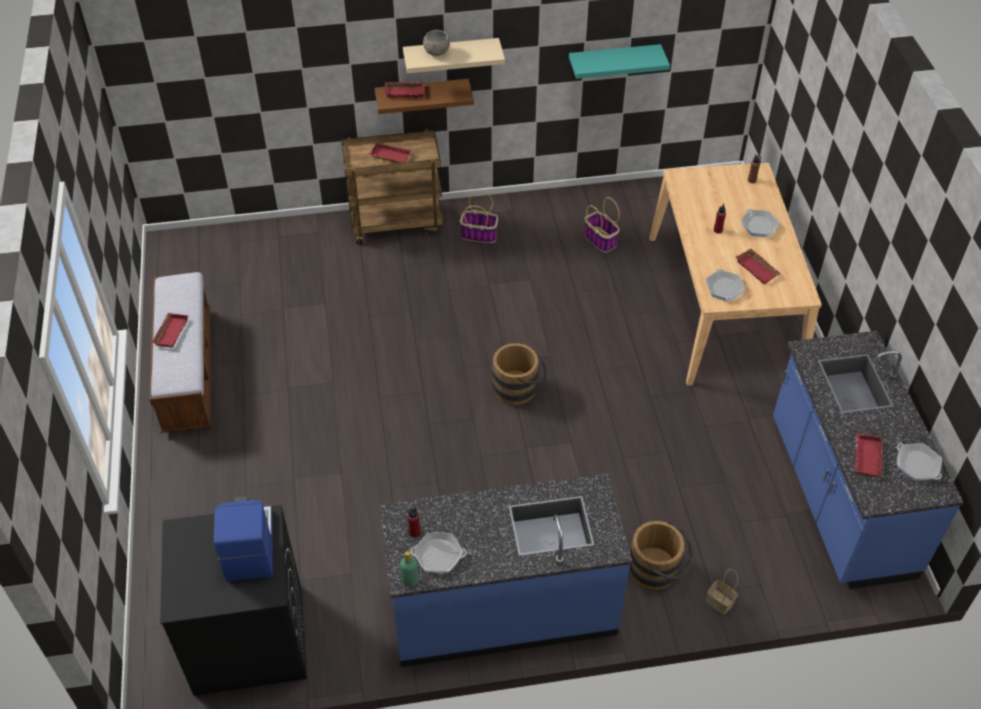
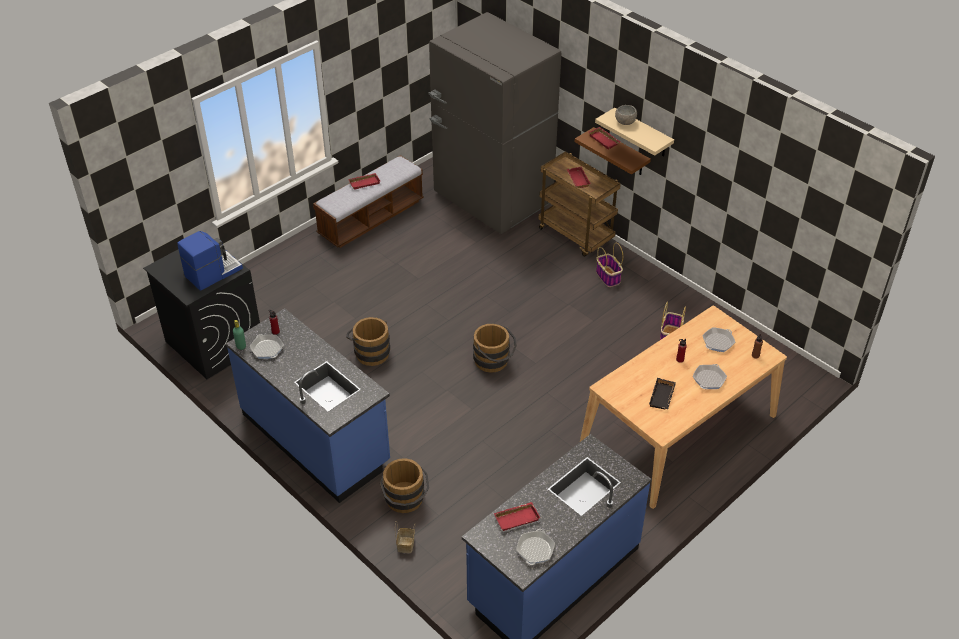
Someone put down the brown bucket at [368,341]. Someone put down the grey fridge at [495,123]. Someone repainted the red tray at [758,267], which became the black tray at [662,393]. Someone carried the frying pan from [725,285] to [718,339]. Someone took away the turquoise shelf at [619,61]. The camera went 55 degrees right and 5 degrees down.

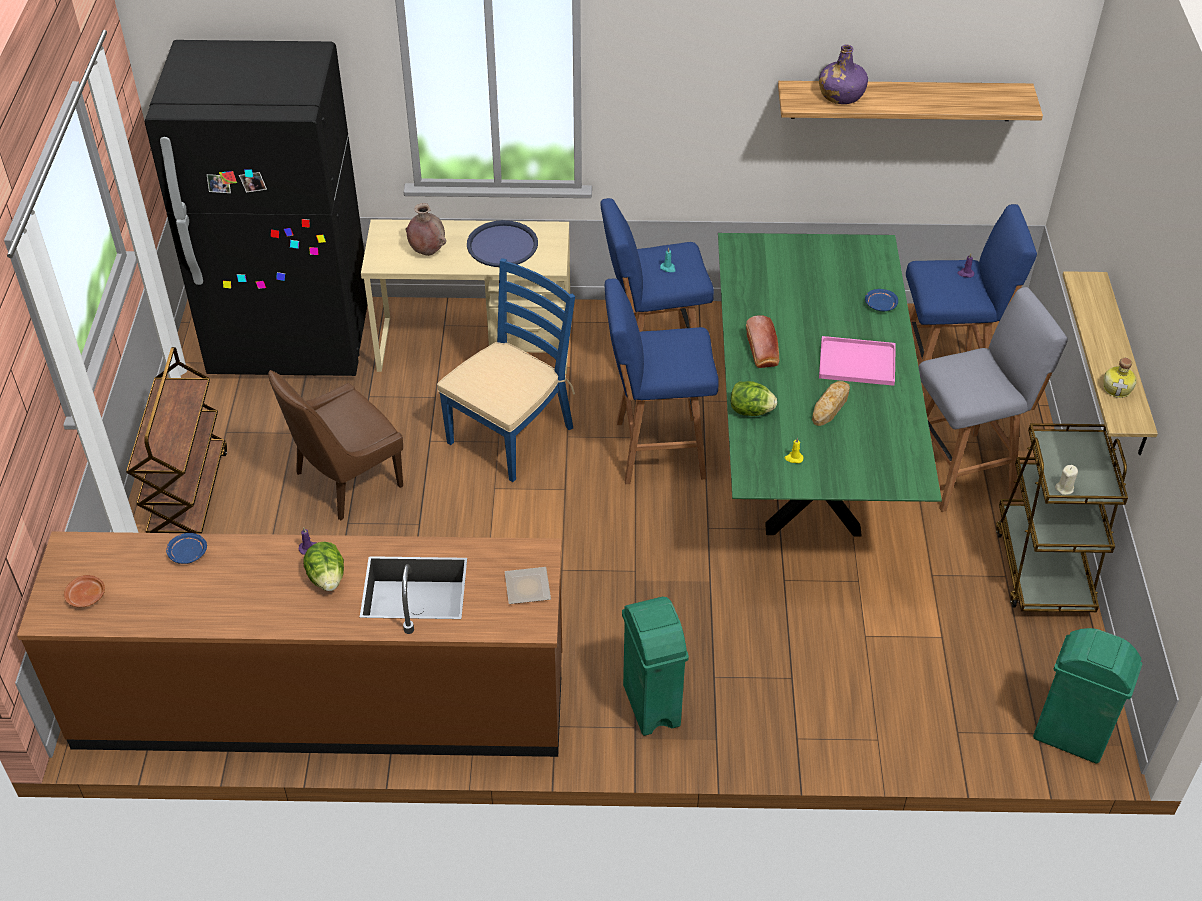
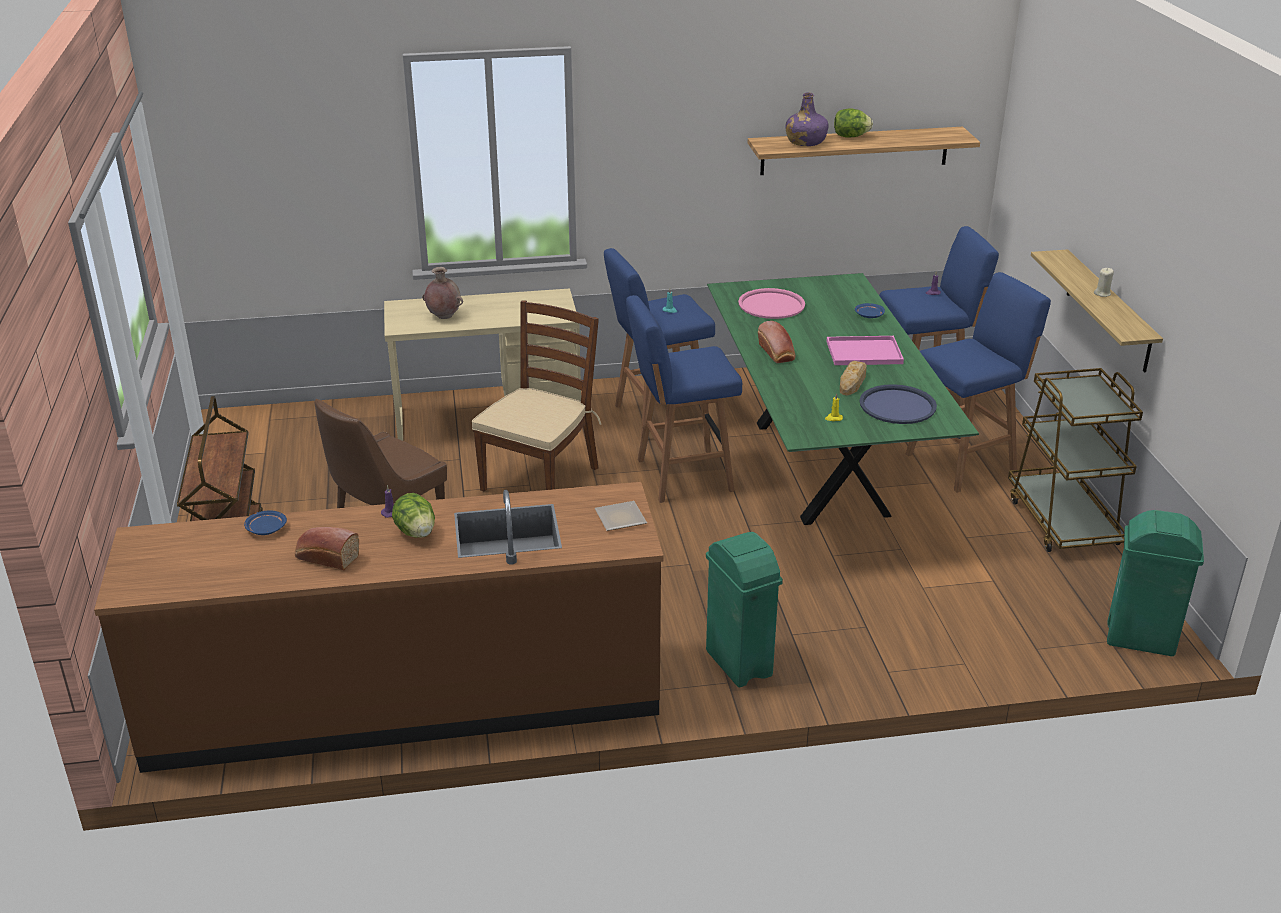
Someone put down the bread at [327,548]. Someone repainted the blue chair at [506,370], which became the brown chair at [536,396]. Someone put down the pink tray at [771,303]. Someone carried the lettuce from [754,398] to [853,122]. Someone carried the blue tray from [502,243] to [898,404]. Someone repainted the grey stool at [993,399], which became the blue stool at [978,382]. Someone carried the beige candle from [1066,480] to [1104,282]. Someone took away the brown plate at [84,591]. Someone took away the black fridge at [256,208]. Someone took away the bottle at [1120,378]. The camera went 10 degrees left and 15 degrees down.

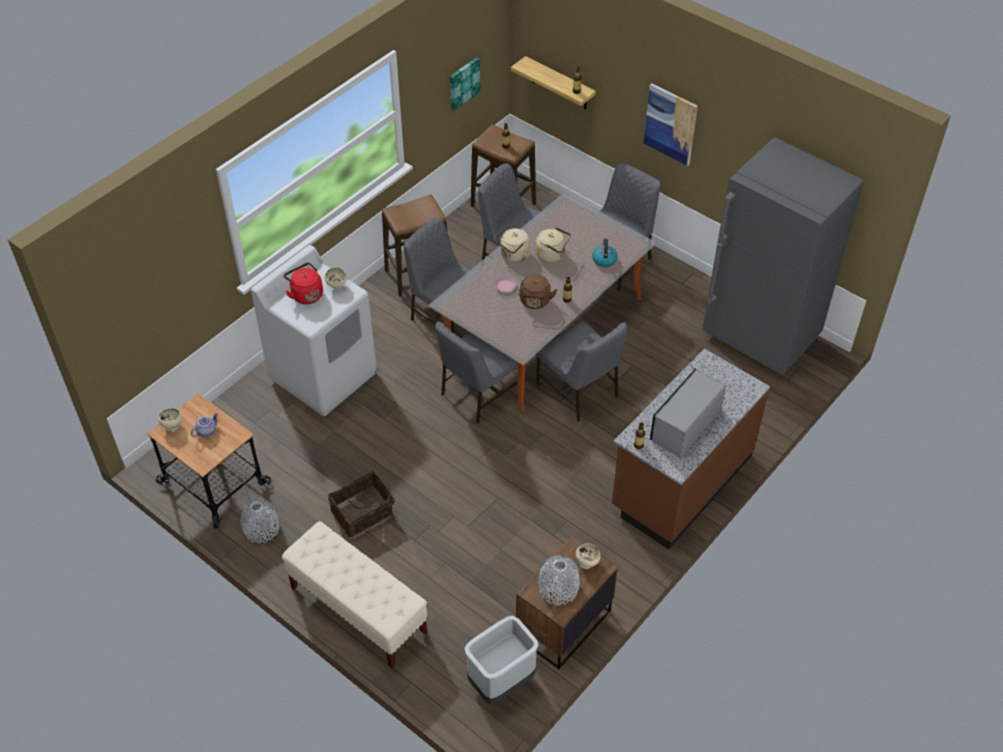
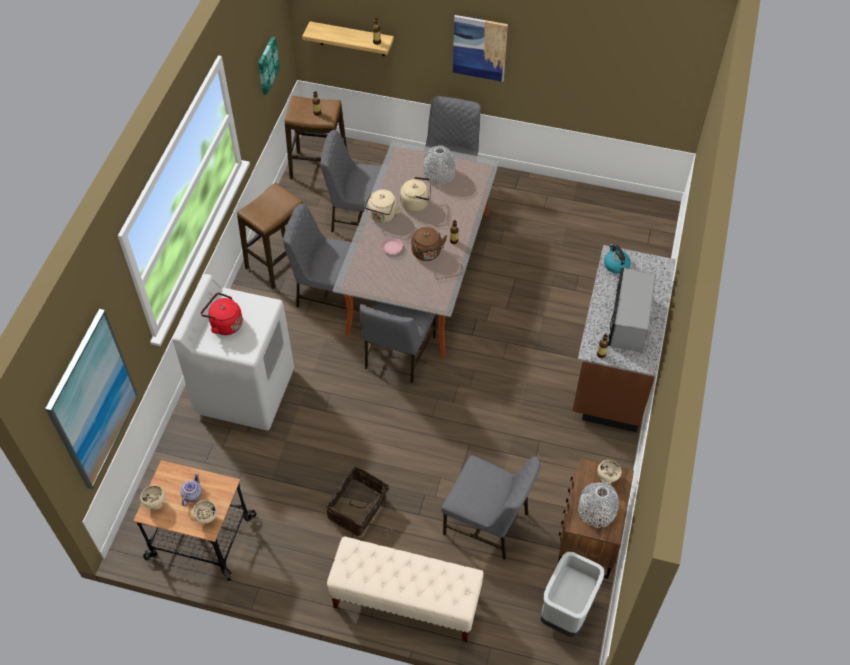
Someone put up the picture at [91,399]. Someone carried the beige bowl from [336,278] to [204,512]. Someone carried the grey vase from [260,521] to [439,165]. Someone carried the grey chair from [581,371] to [491,507]. Someone carried the kettle from [605,252] to [617,259]. Someone took away the grey fridge at [783,257]. The camera went 25 degrees left and 5 degrees up.

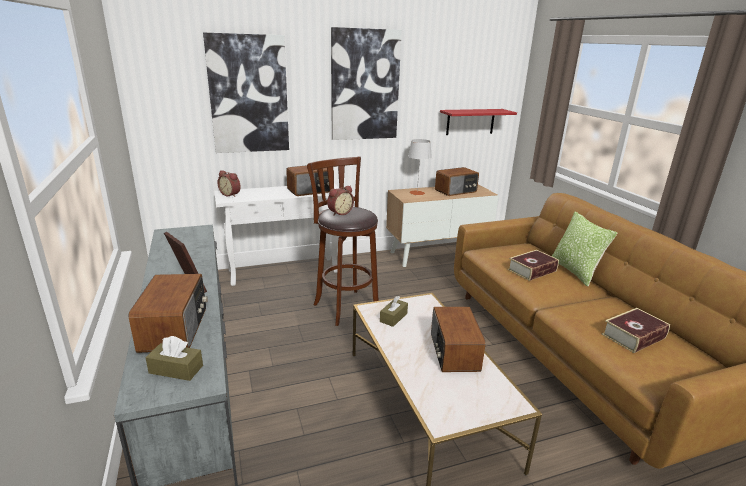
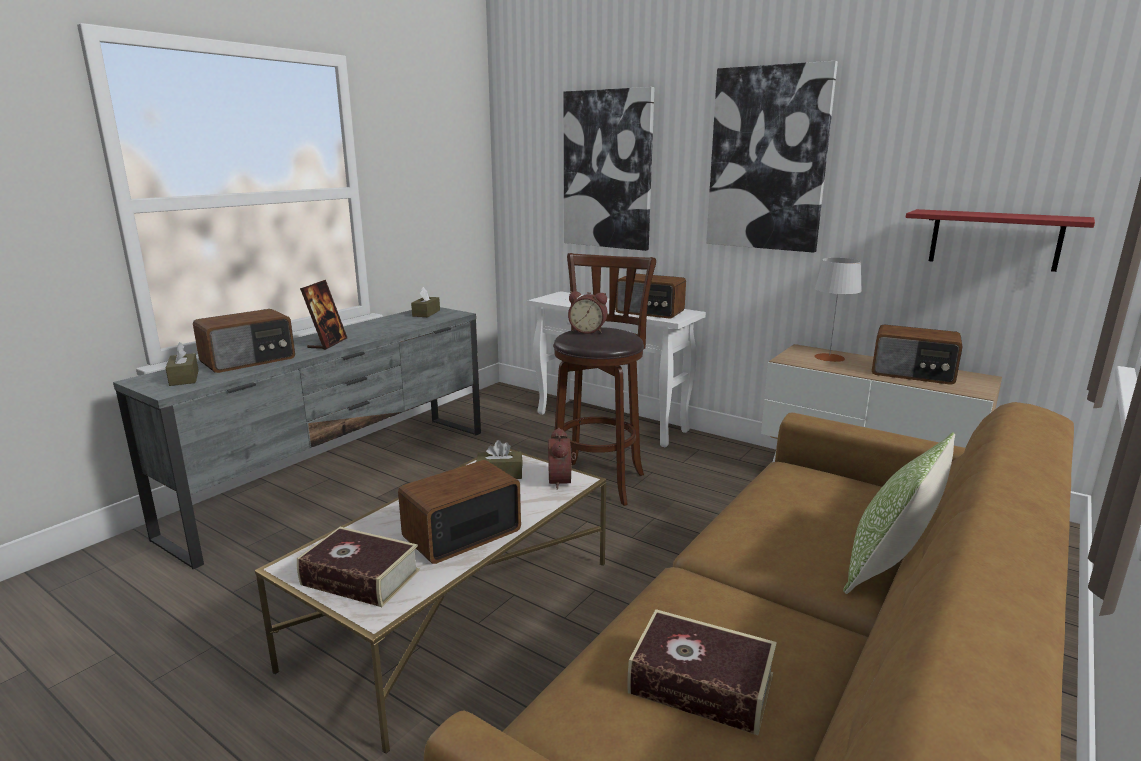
Someone carried the book from [533,265] to [358,567]. Someone put down the brown tissue box at [425,302]. Someone carried the alarm clock from [229,183] to [562,459]. The camera went 55 degrees right and 5 degrees down.

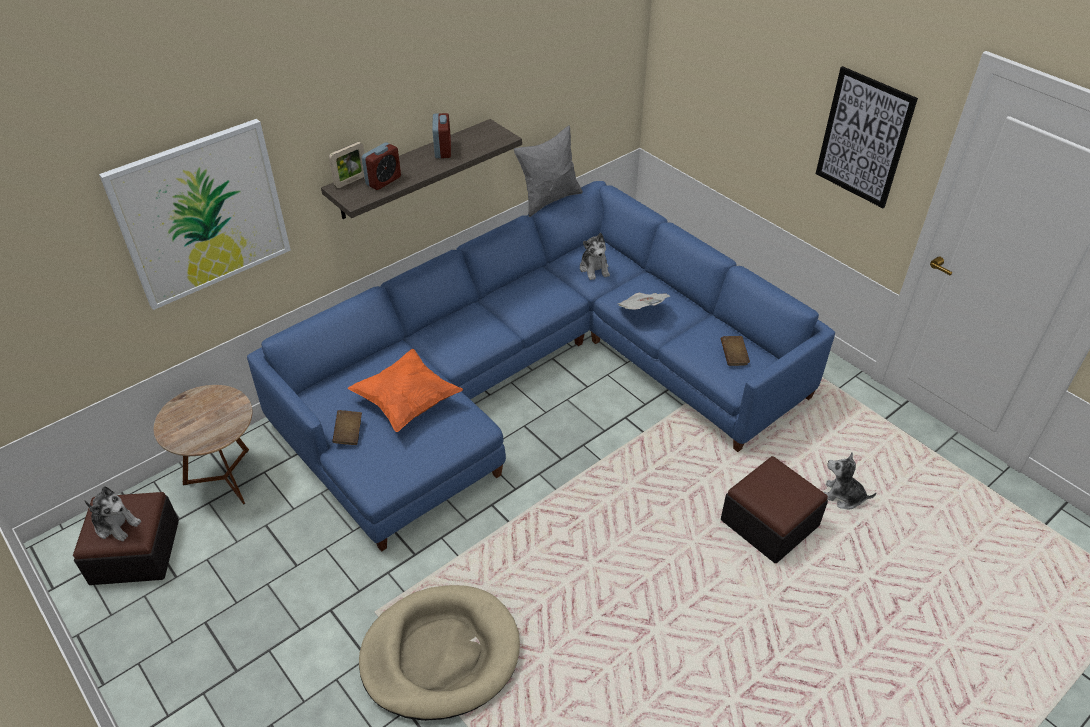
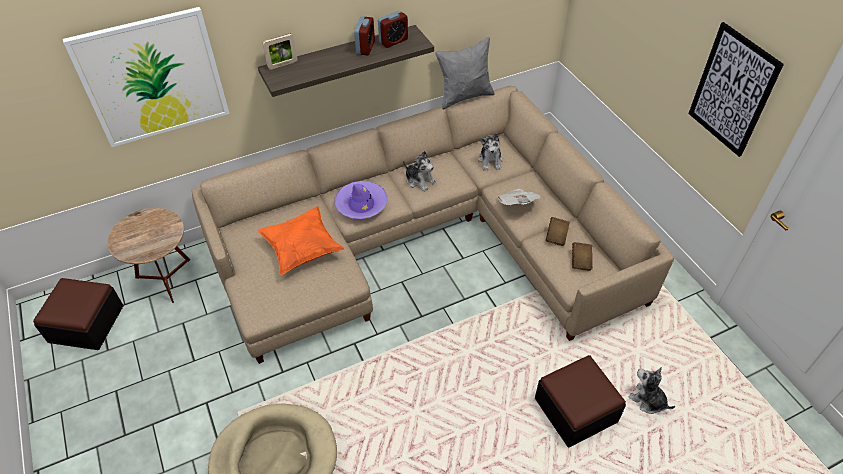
Someone repainted the blue sofa at [541,366], which became the beige sofa at [433,225]. Someone put down the purple hat at [361,200]. Someone carried the alarm clock from [381,166] to [393,29]. Someone carried the plush toy from [112,514] to [419,171]. Someone carried the brown book from [347,427] to [558,231]. The camera went 15 degrees right and 5 degrees up.

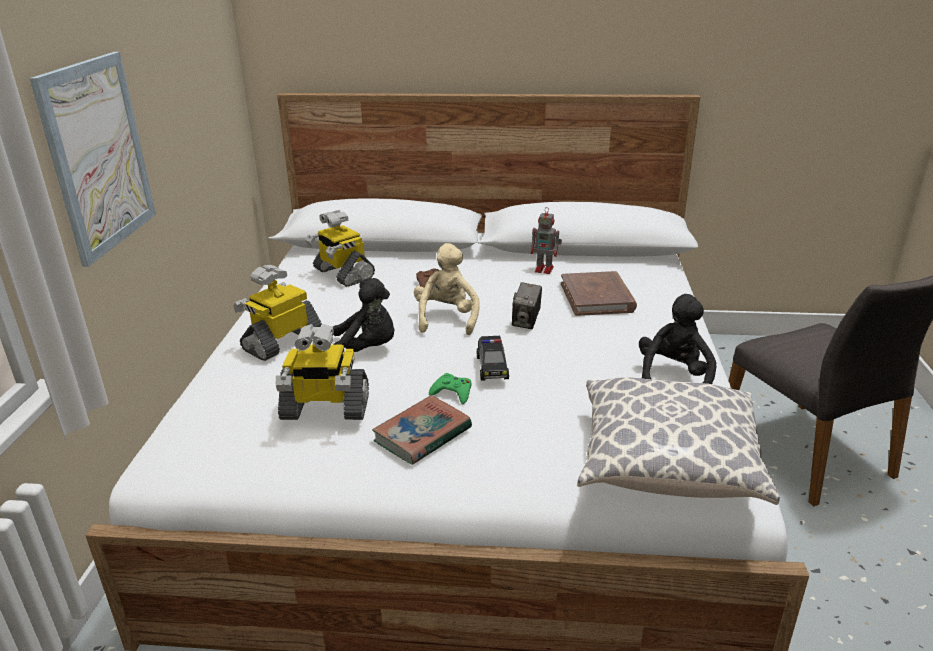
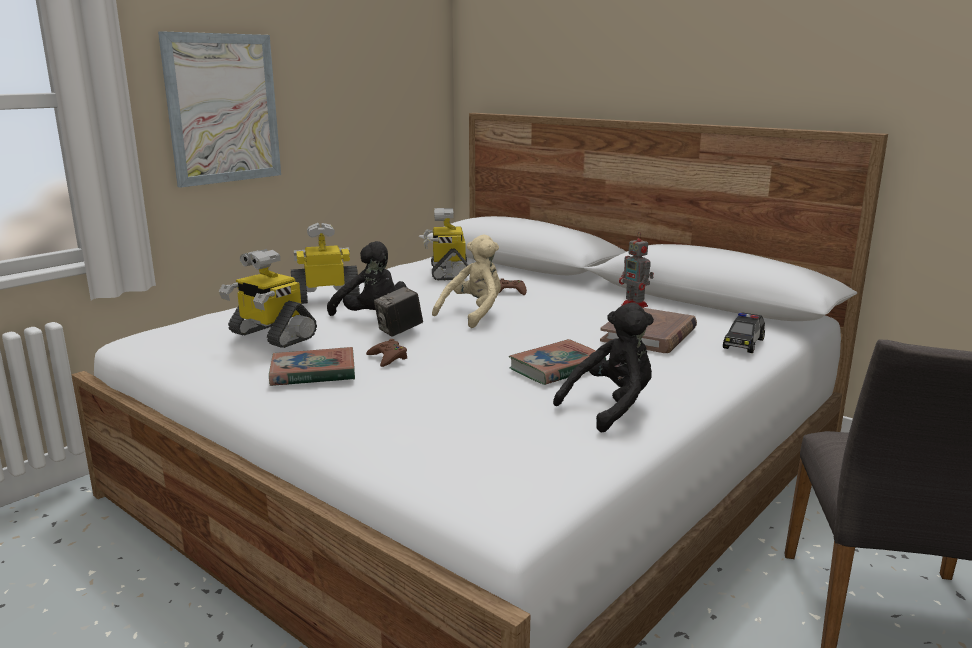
Someone repainted the green game controller at [450,388], which became the brown game controller at [386,353]. Someone carried the photo camera from [527,305] to [398,311]. Someone put down the book at [557,362]. Someone carried the toy car from [493,358] to [744,332]. Someone took away the pillow at [678,441]. The camera went 35 degrees right and 10 degrees down.

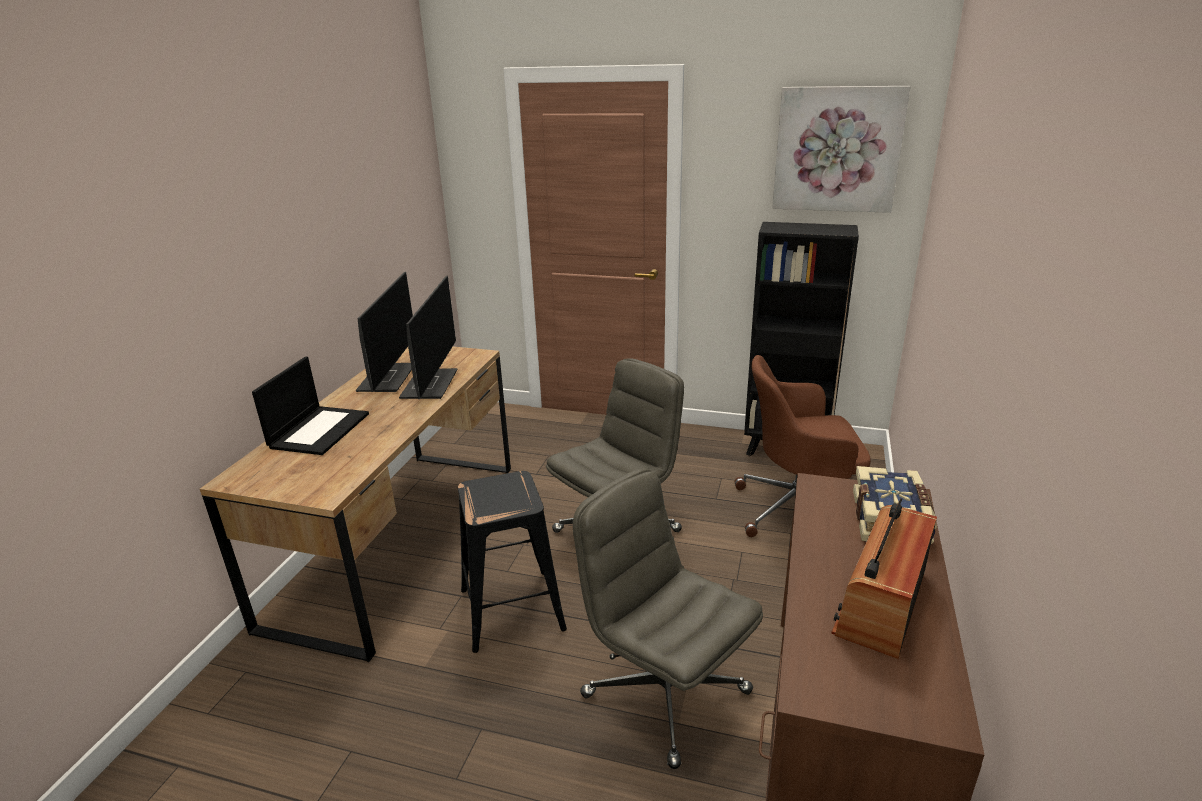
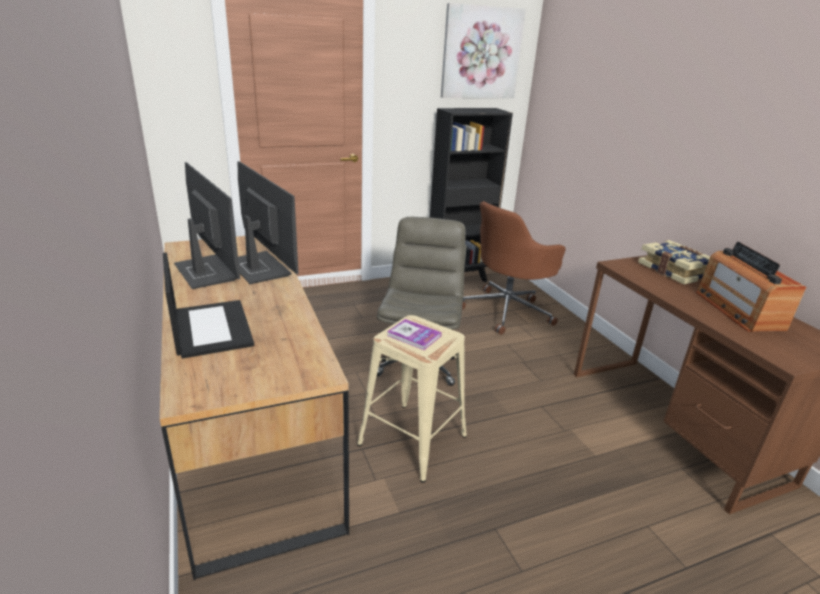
Someone repainted the black stool at [512,562], which became the beige stool at [412,399]. Someone put down the book at [414,334]. Someone took away the grey office chair at [668,618]. The camera went 40 degrees left and 0 degrees up.

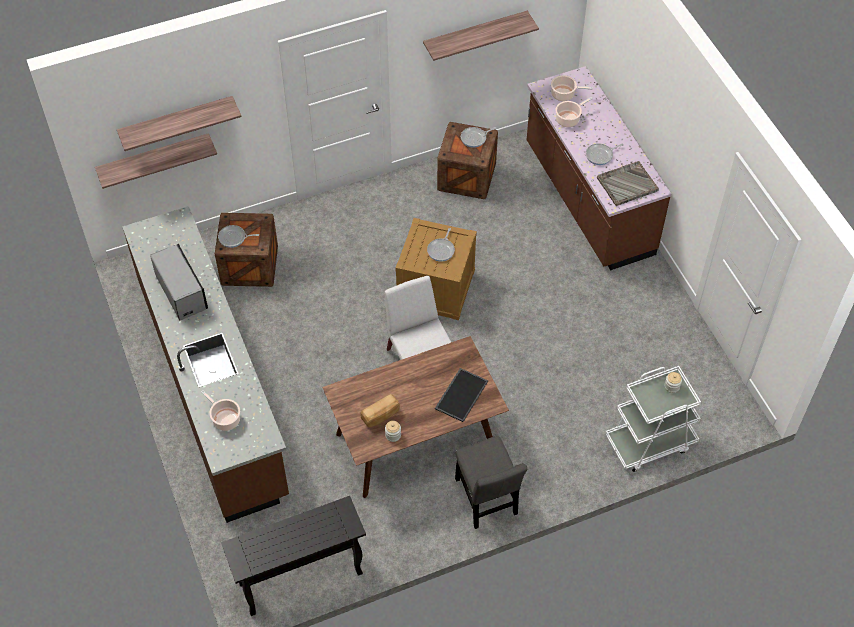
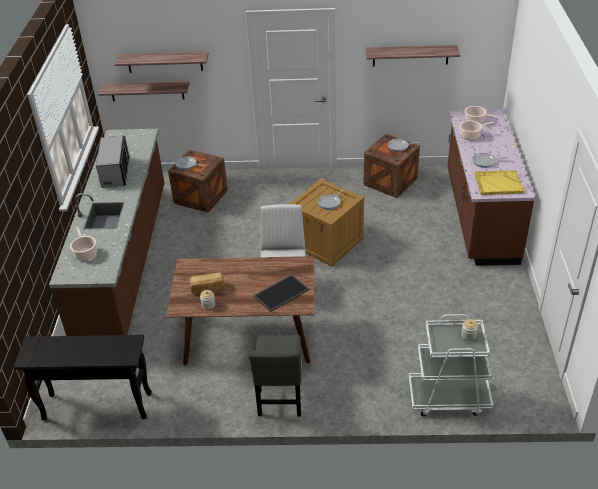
Someone repainted the grey tray at [628,183], which became the yellow tray at [499,182]. The camera went 25 degrees right and 15 degrees down.

